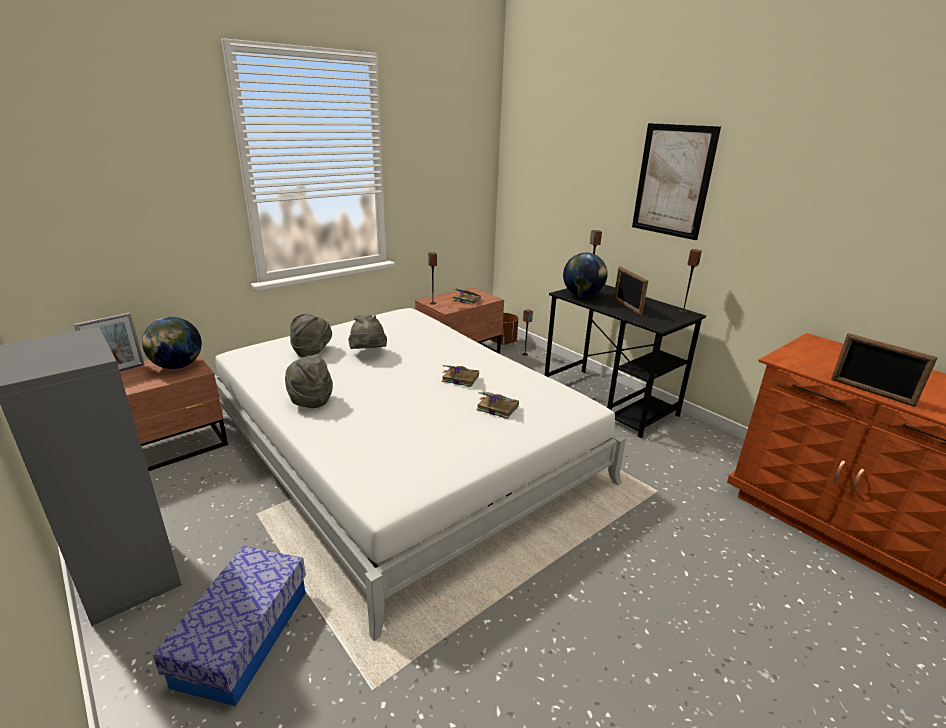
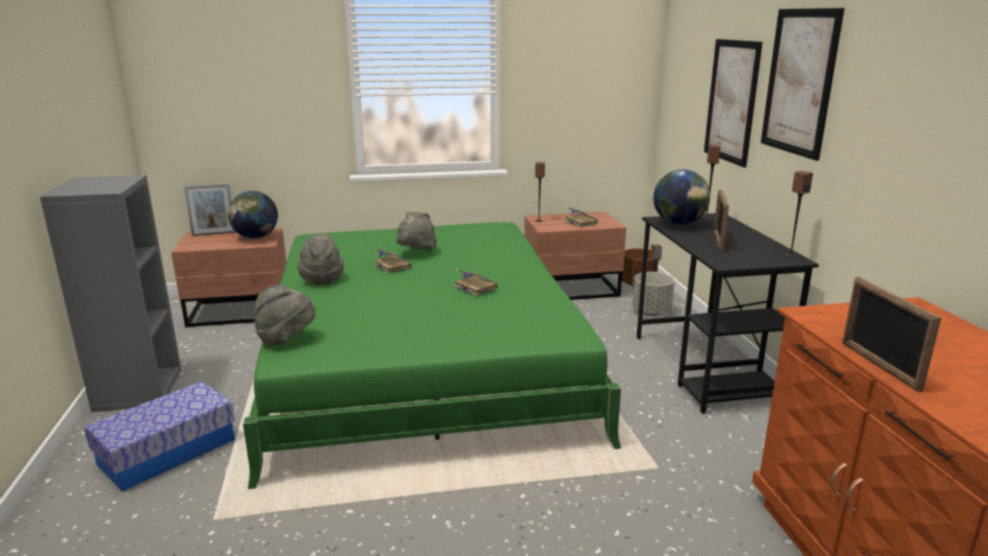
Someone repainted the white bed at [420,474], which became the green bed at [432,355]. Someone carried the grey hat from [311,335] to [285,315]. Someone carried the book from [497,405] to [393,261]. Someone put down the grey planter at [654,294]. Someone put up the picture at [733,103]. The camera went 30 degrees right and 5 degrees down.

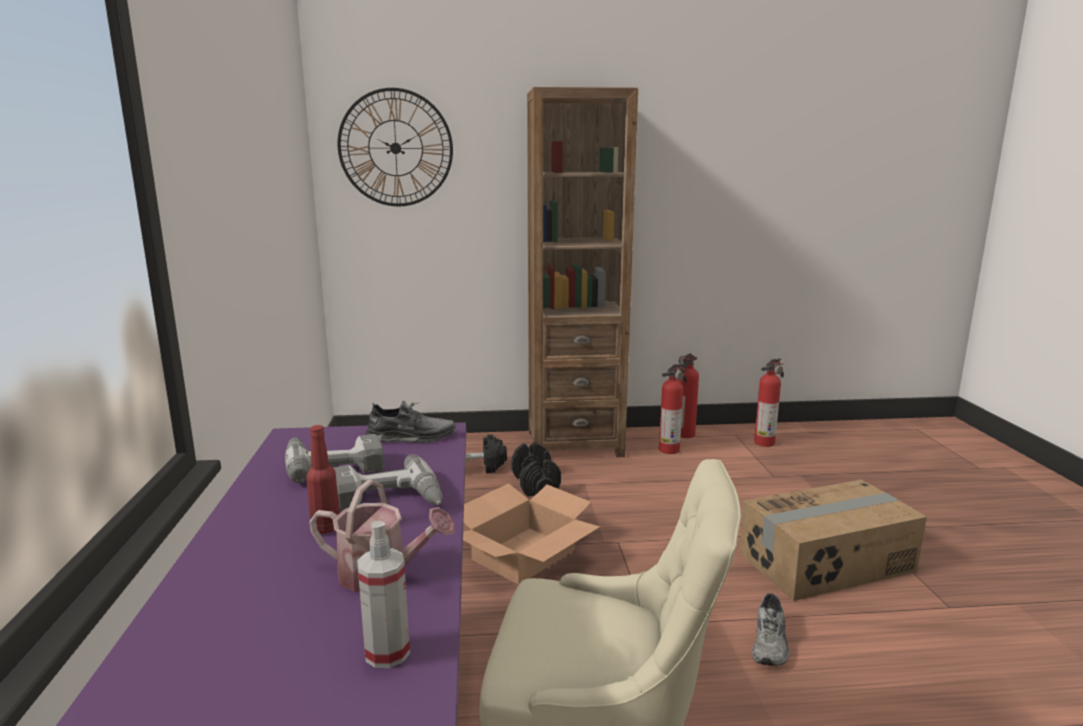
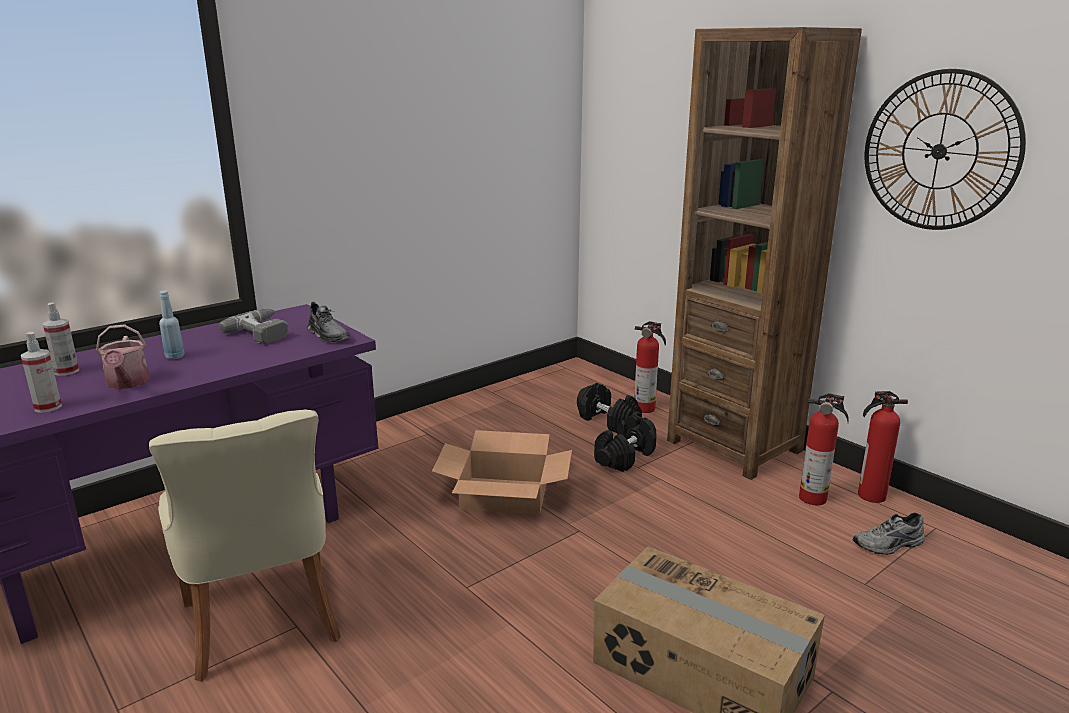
Someone put down the spray bottle at [61,339]. Someone repainted the red bottle at [323,479], which became the blue bottle at [171,325]. Someone carried the fire extinguisher from [769,402] to [650,367]. Someone carried the grey shoe from [770,629] to [889,533]. Someone carried the wall clock from [395,147] to [945,149]. Someone took away the power drill at [388,482]. The camera went 55 degrees right and 5 degrees up.

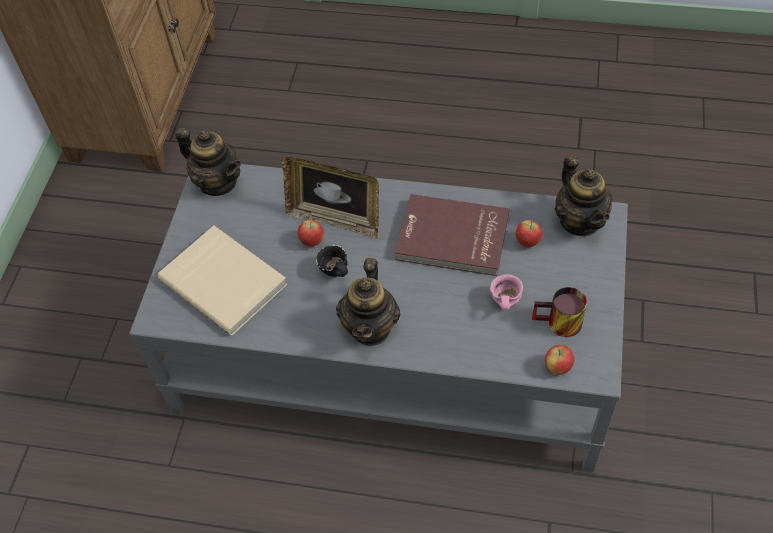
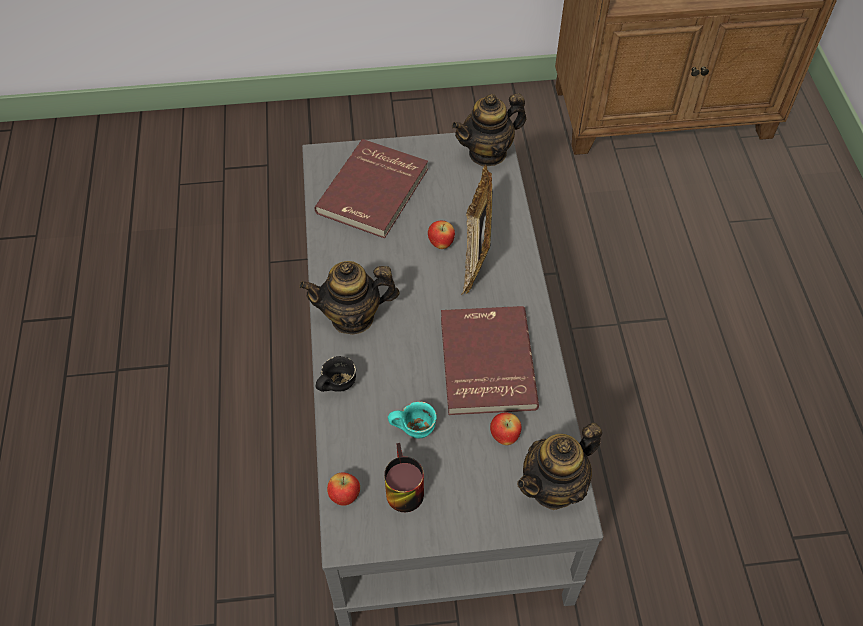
Someone repainted the beige book at [222,281], which became the red book at [371,188]. Someone carried the black mug from [332,261] to [335,374]. Someone repainted the pink mug at [506,292], which became the turquoise mug at [412,420]. Someone rotated the teapot at [208,161] by 45 degrees clockwise. The camera went 70 degrees right and 0 degrees up.

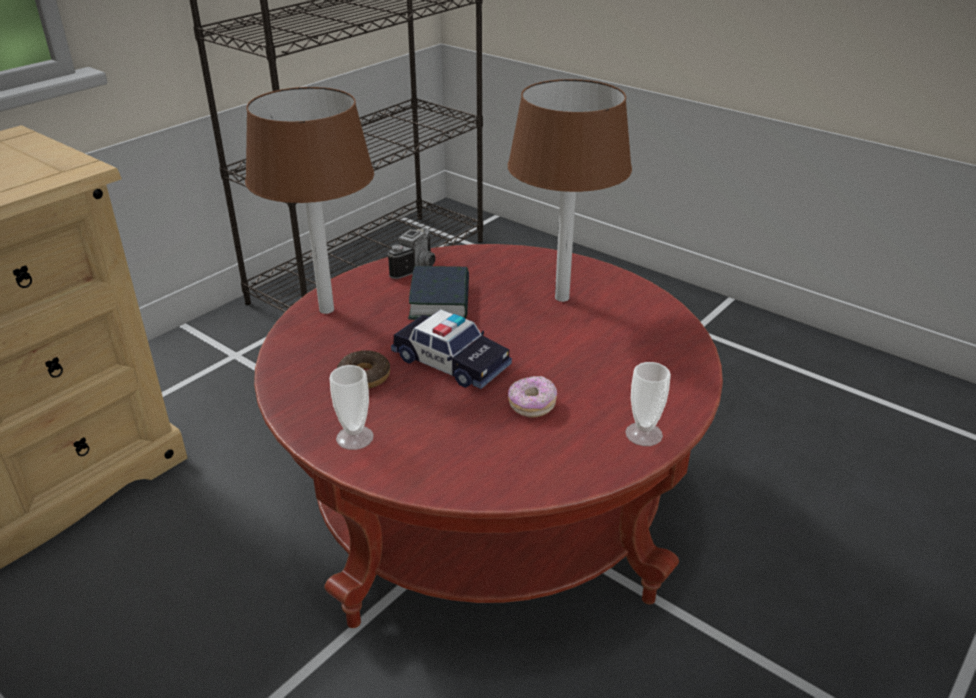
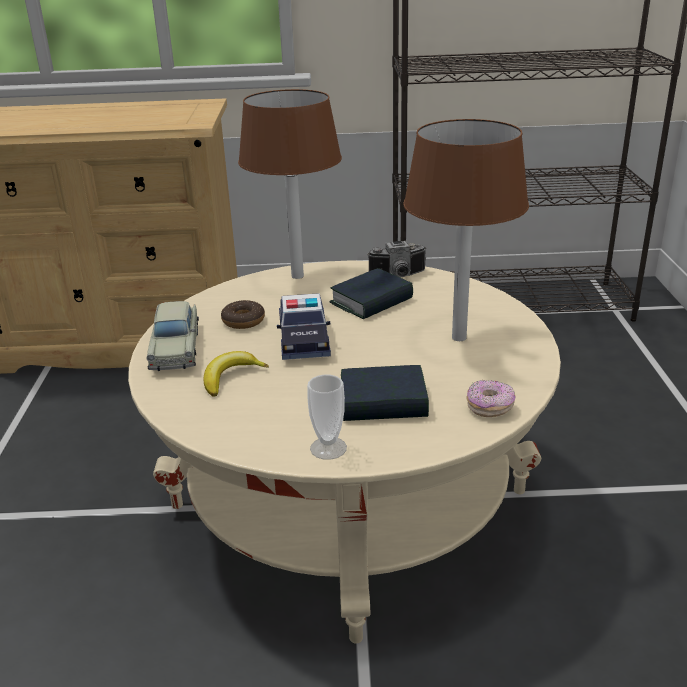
Someone repainted the red coffee table at [488,436], which became the beige coffee table at [344,452]. Someone swapped the cup at [351,407] for the beige toy car at [172,336]. Someone put down the banana at [236,374]. Someone put down the book at [385,393]. Someone carried the donut from [532,396] to [490,398]. The camera went 50 degrees right and 5 degrees down.

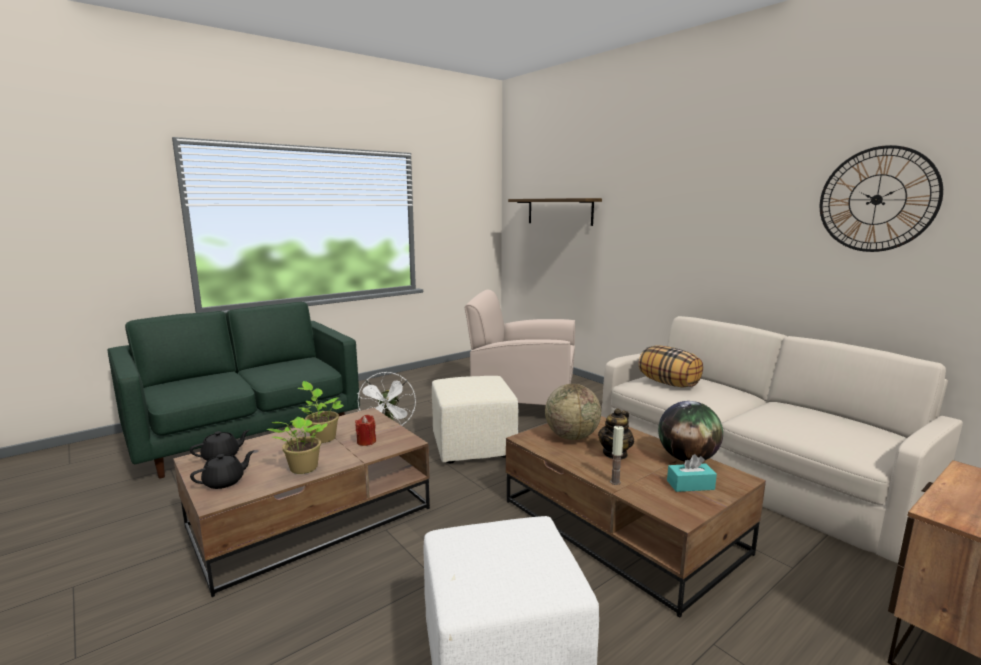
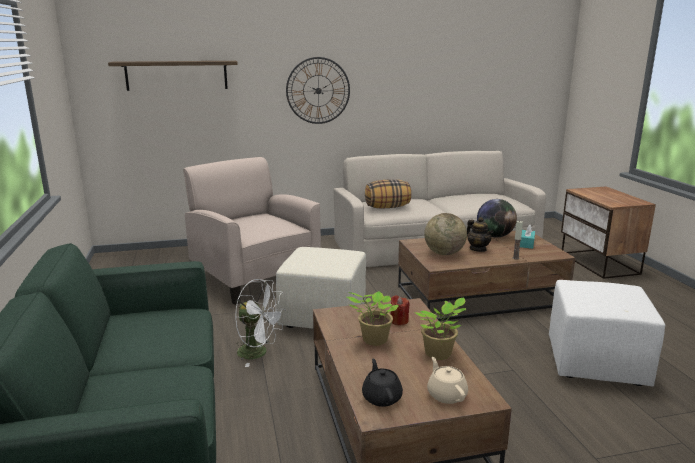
Someone rotated the beige armchair at [520,347] by 105 degrees clockwise. Someone carried the wall clock from [881,198] to [318,90]. Someone repainted the black teapot at [222,469], which became the beige teapot at [447,380]. The camera went 65 degrees left and 5 degrees up.

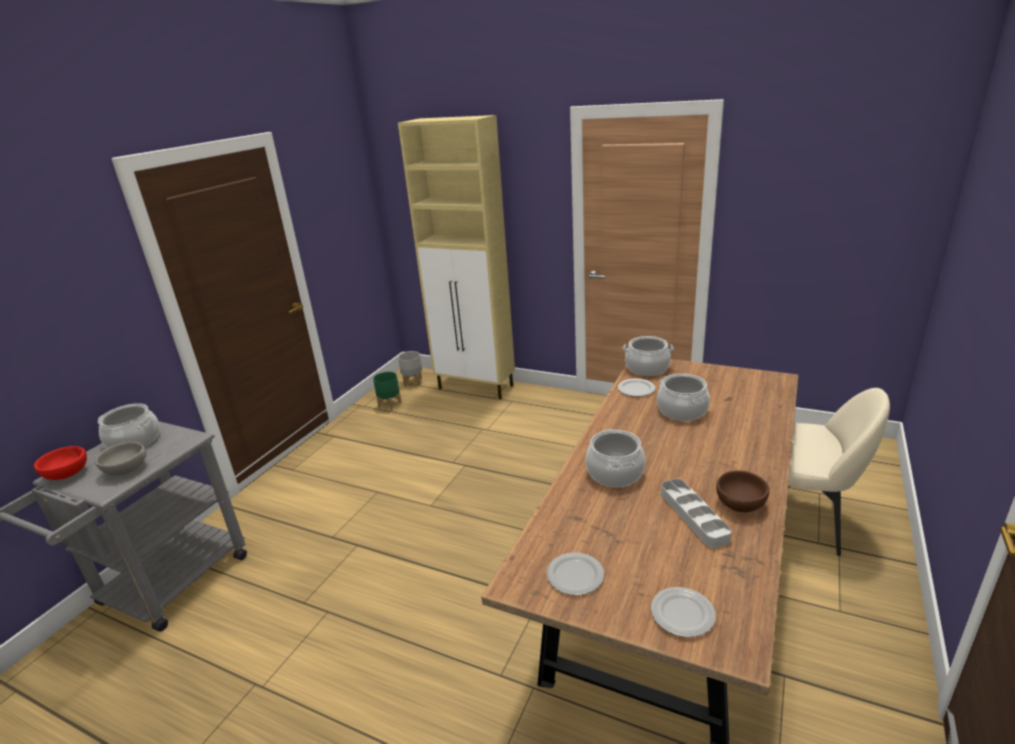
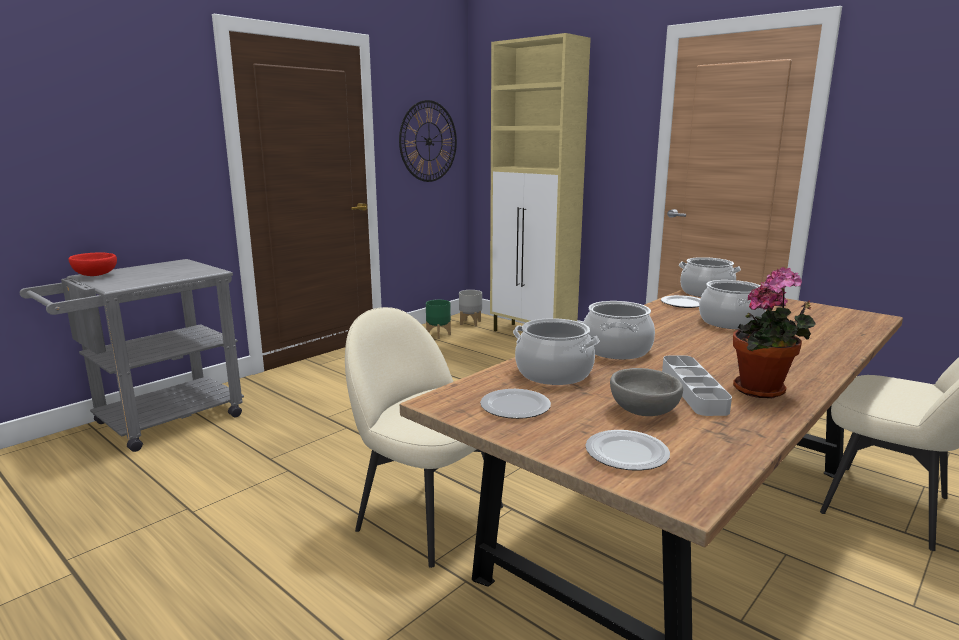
Someone put down the beige chair at [424,437]. Someone put up the wall clock at [428,141]. Someone carried the cooking pot from [129,425] to [556,351]. Someone carried the grey bowl from [120,459] to [646,392]. Someone swapped the brown bowl at [742,491] for the potted plant at [774,333]. The camera went 15 degrees right and 10 degrees down.

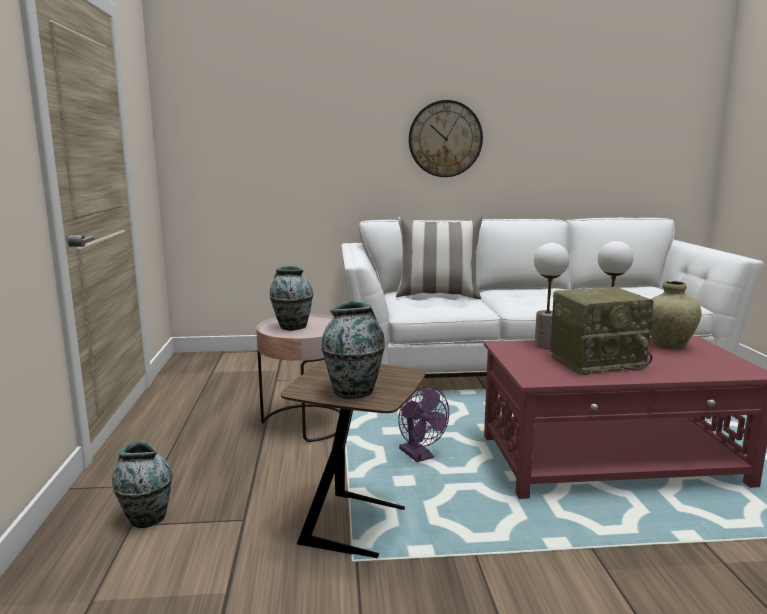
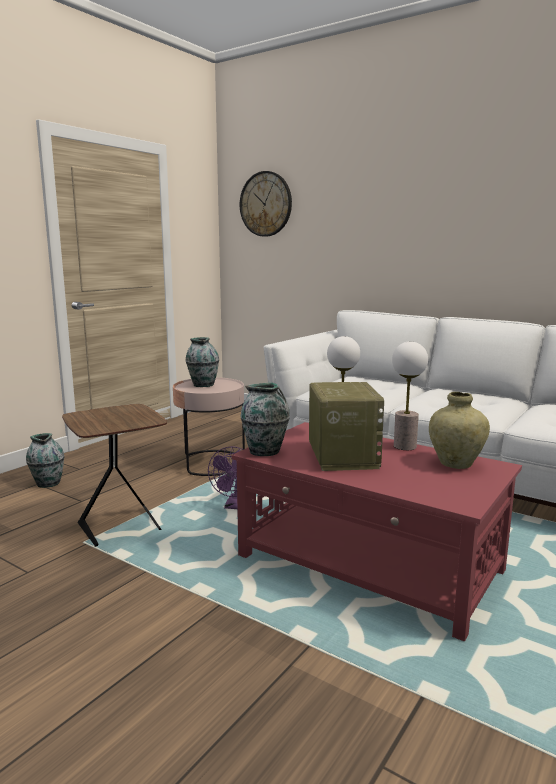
Someone carried the wall clock from [446,138] to [266,204]. Someone carried the vase from [353,350] to [265,419]. Someone rotated the radio at [602,331] by 120 degrees counterclockwise. Someone took away the pillow at [439,258]. The camera went 40 degrees right and 0 degrees up.

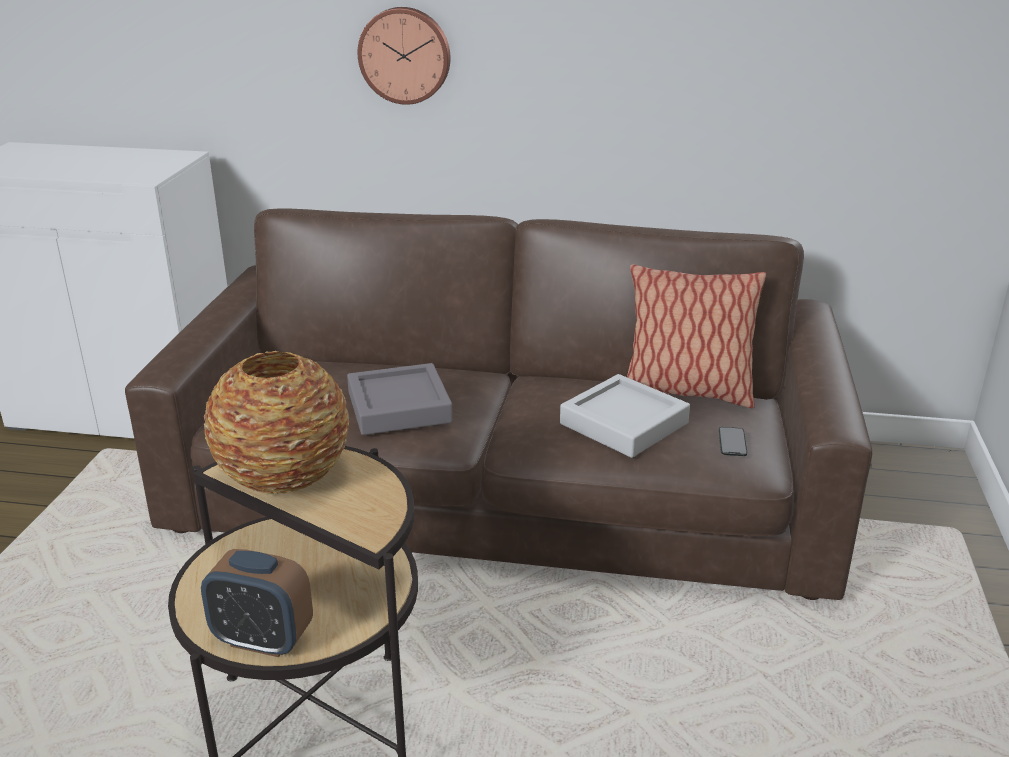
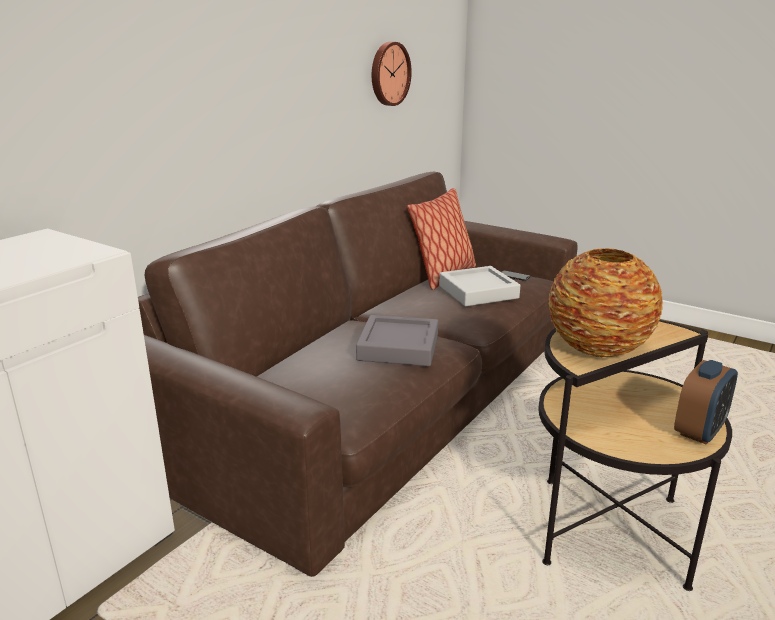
Someone carried the wall clock from [404,56] to [392,74]. The camera went 65 degrees left and 5 degrees down.

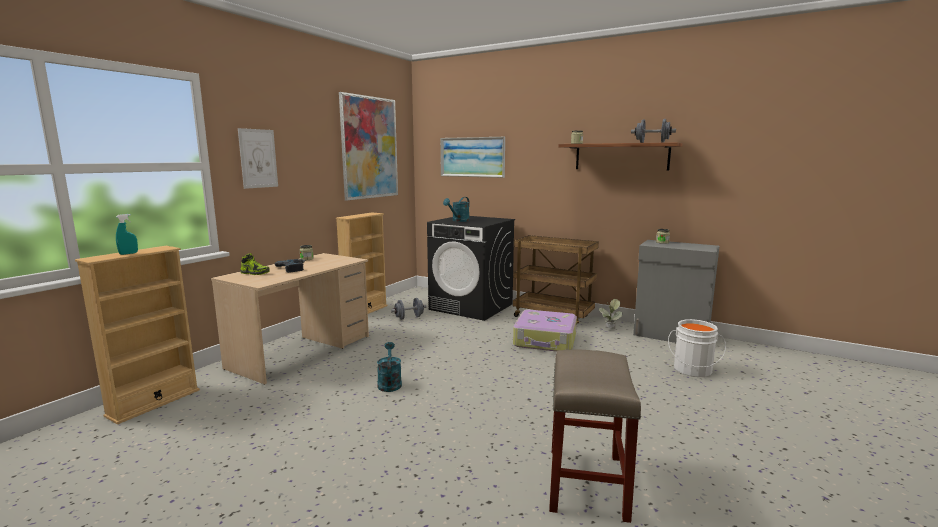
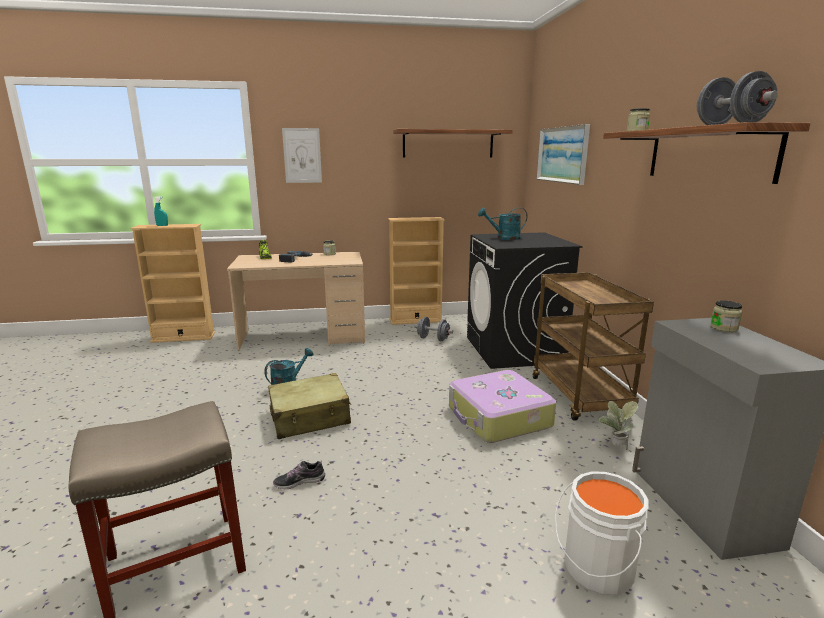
Someone put down the beige suitcase at [309,406]. Someone put down the shoe at [299,475]. Someone swapped the picture at [368,146] for the shelf at [453,143]. The camera went 50 degrees right and 5 degrees up.

